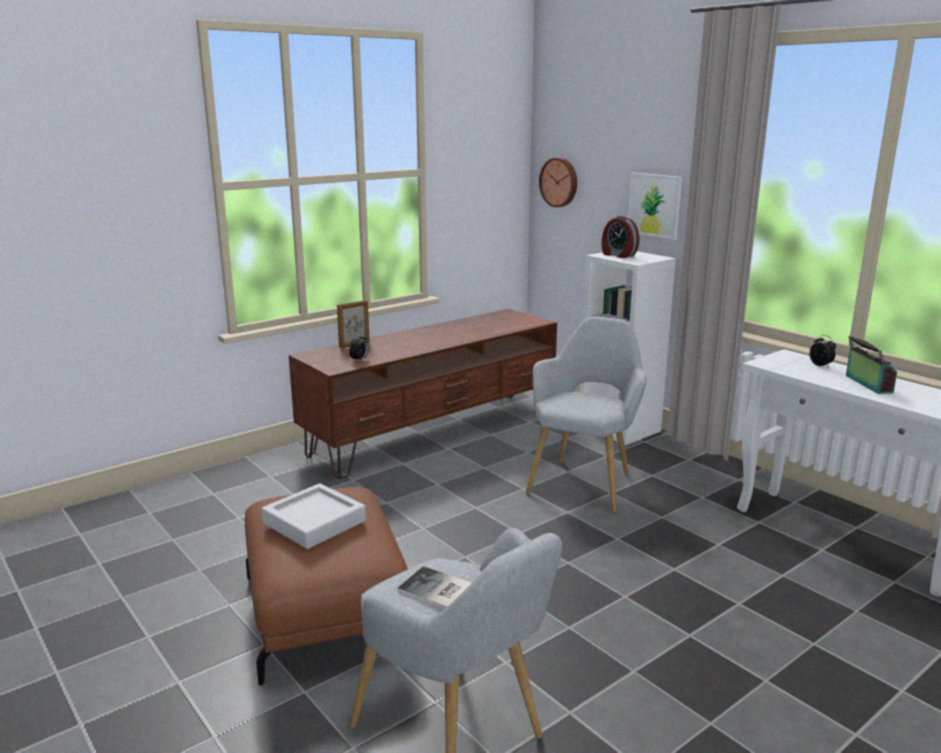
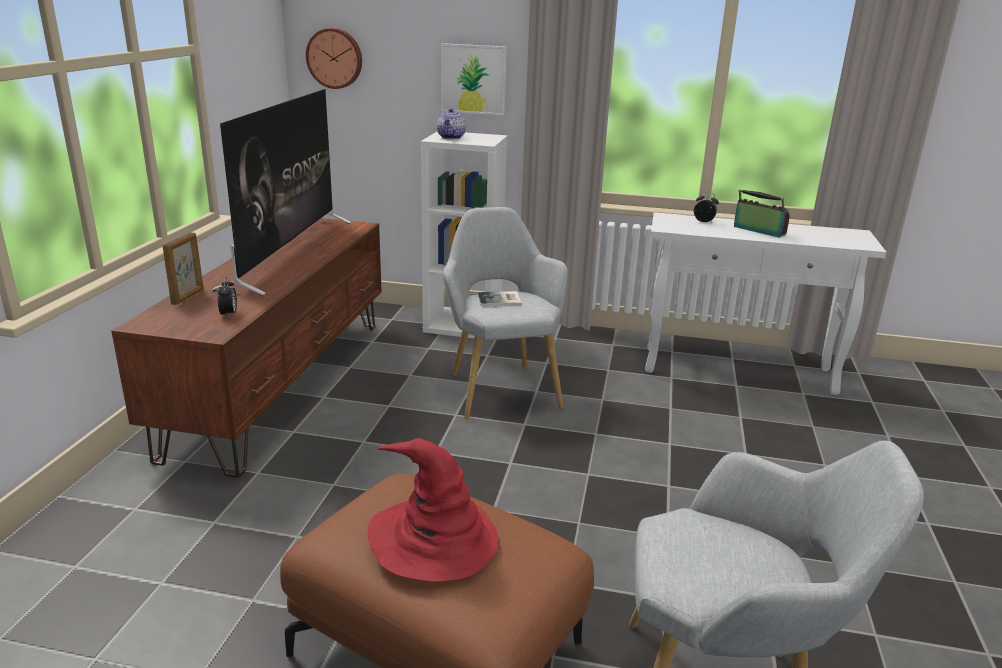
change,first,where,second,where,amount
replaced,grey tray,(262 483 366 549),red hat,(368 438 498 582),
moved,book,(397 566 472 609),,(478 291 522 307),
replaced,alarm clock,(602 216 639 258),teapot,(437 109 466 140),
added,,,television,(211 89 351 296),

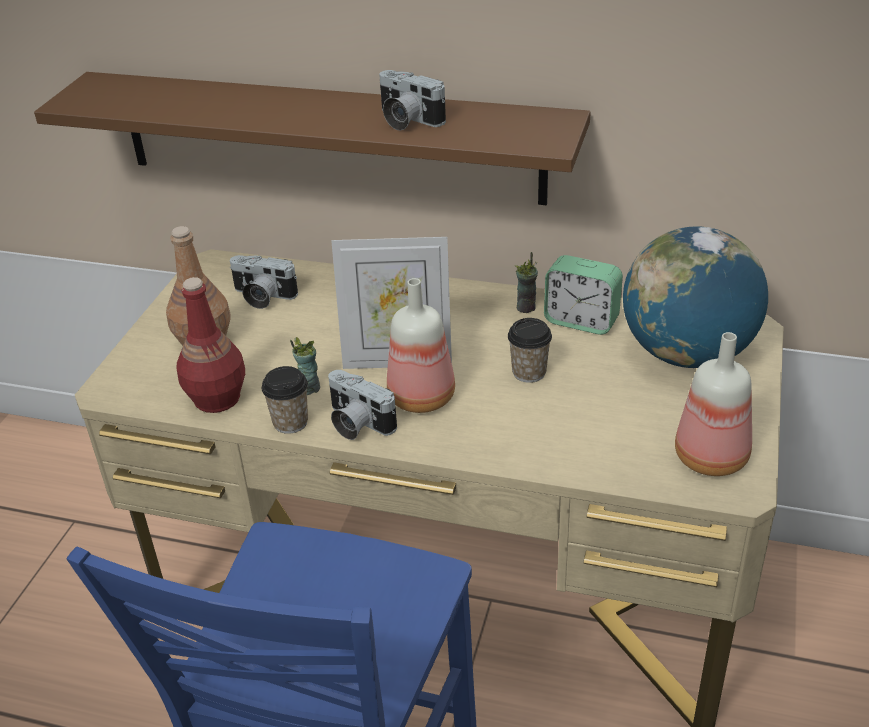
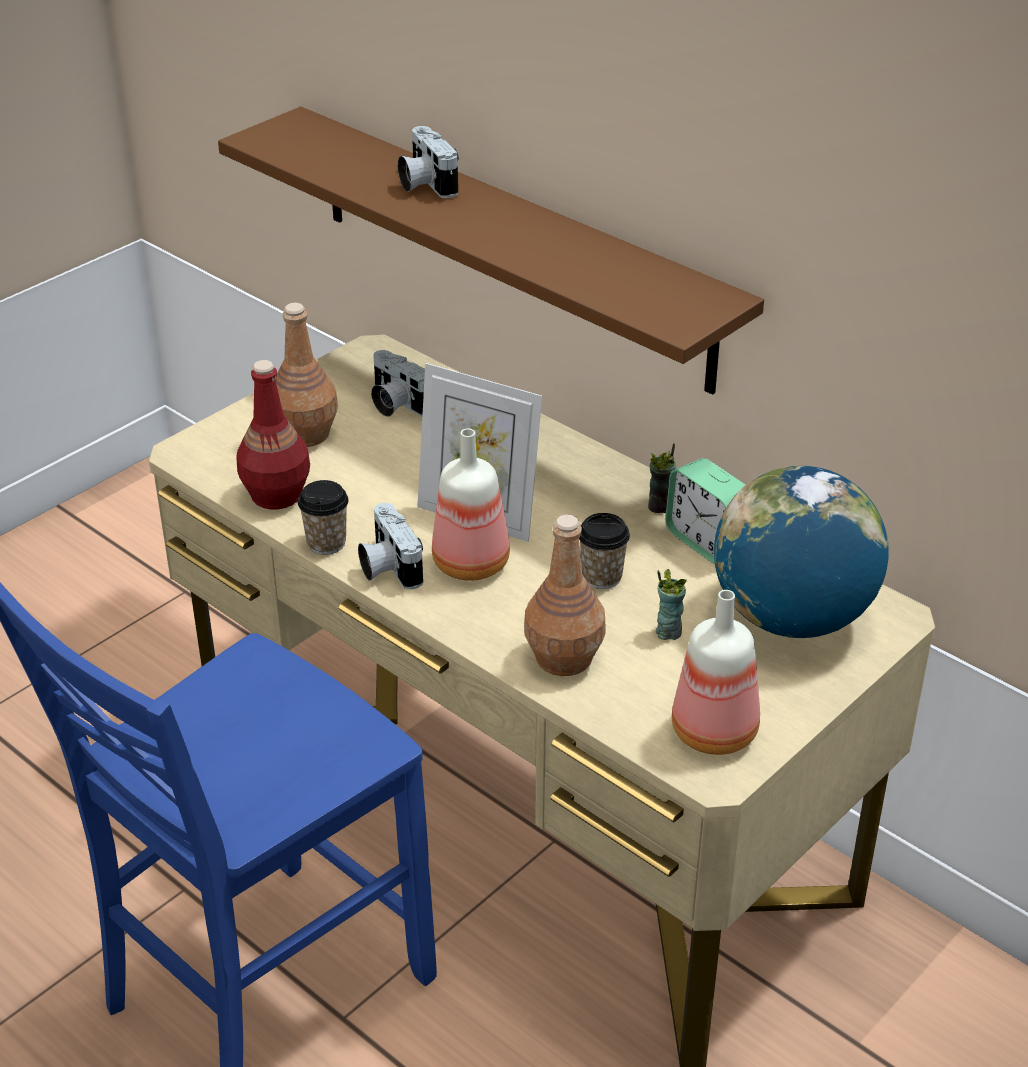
change,first,where,second,where,amount
moved,cup,(290 337 320 395),,(656 569 687 640),
moved,photo camera,(379 70 446 131),,(398 126 459 198),
added,,,brown bottle,(524 514 606 676),

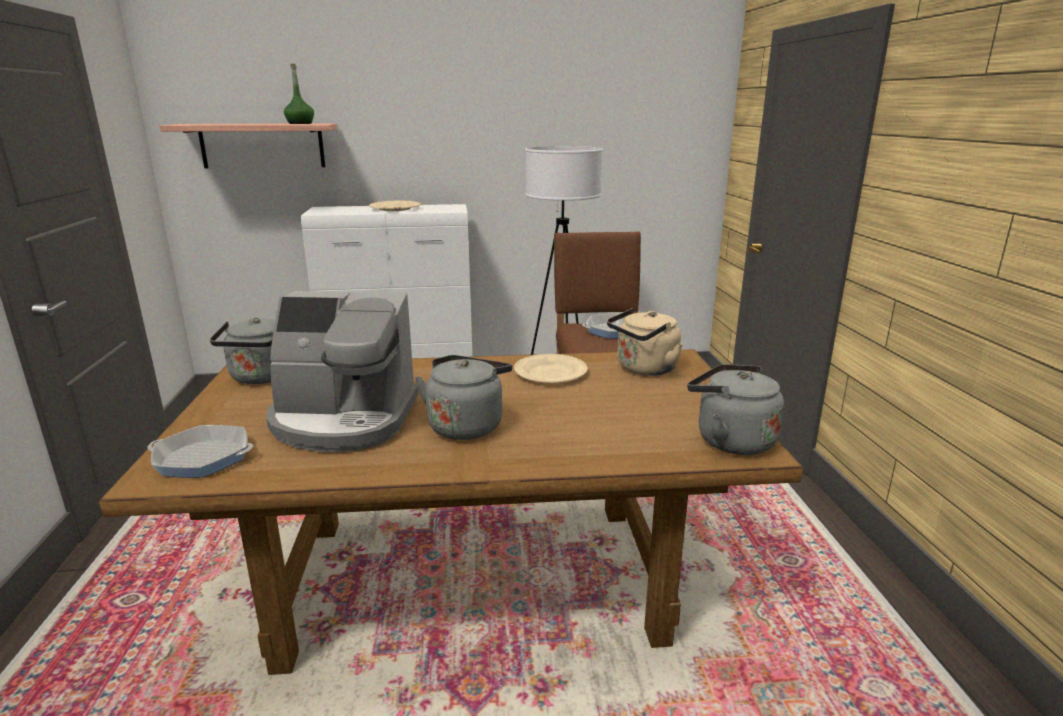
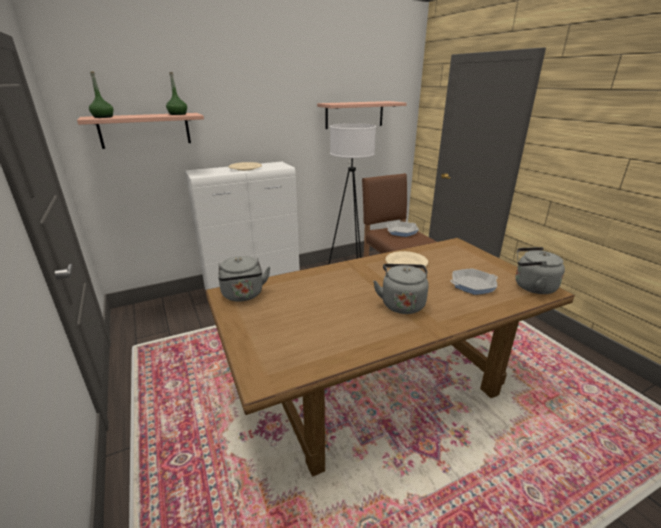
change,first,where,second,where,amount
moved,frying pan,(148 425 253 478),,(450 268 498 295),
removed,coffee machine,(266 291 419 452),,,
removed,beige kettle,(607 308 682 376),,,
added,,,green bottle,(89 71 114 118),
added,,,shelf,(317 101 407 129),

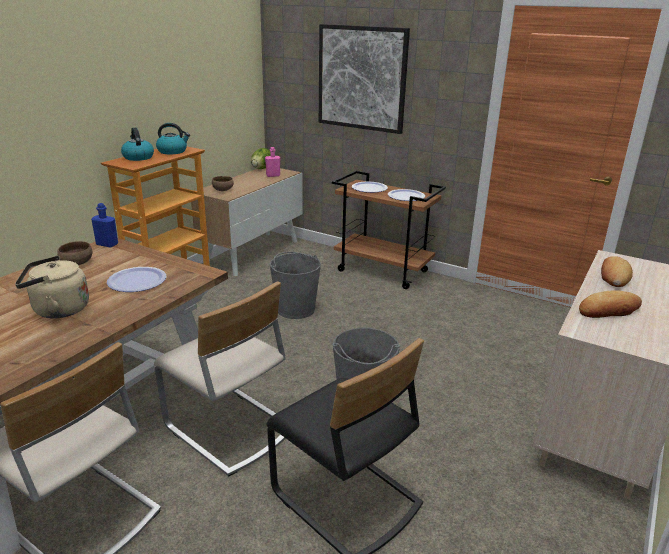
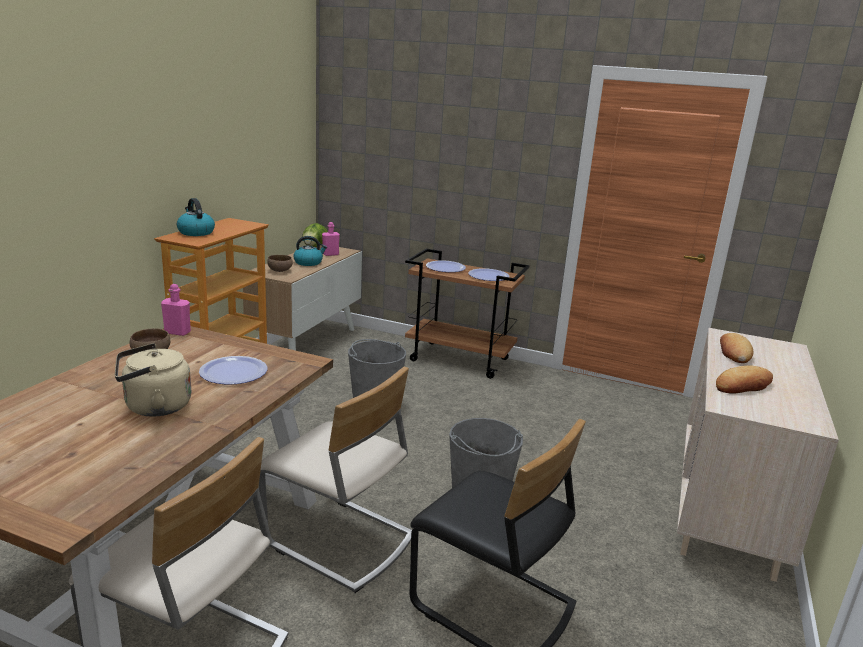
change,first,where,second,where,amount
recoloured,blue bottle,(91 203 118 248),pink bottle,(161 284 191 336),
moved,kettle,(156 123 190 154),,(293 236 327 266),
removed,picture,(319 24 410 134),,,

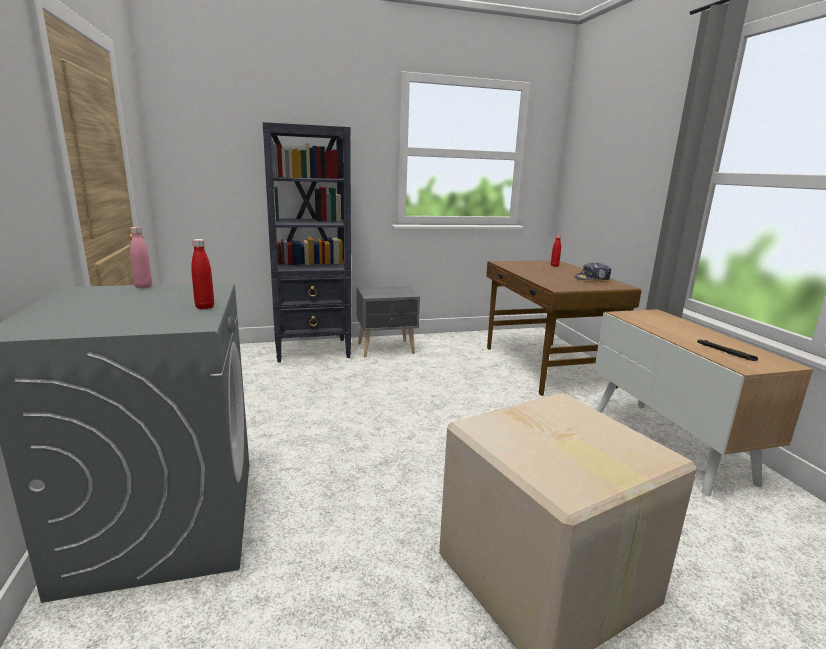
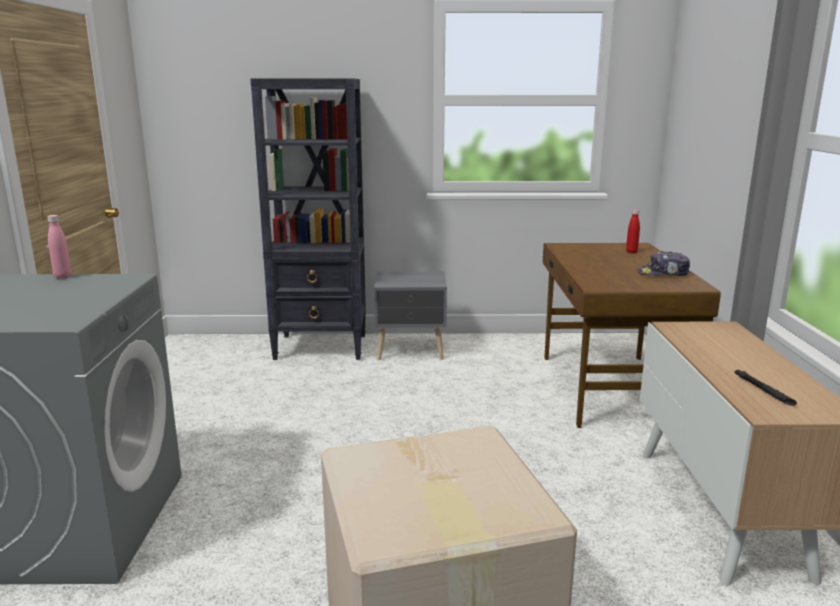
change,first,where,second,where,amount
removed,red bottle,(191 239 214 309),,,

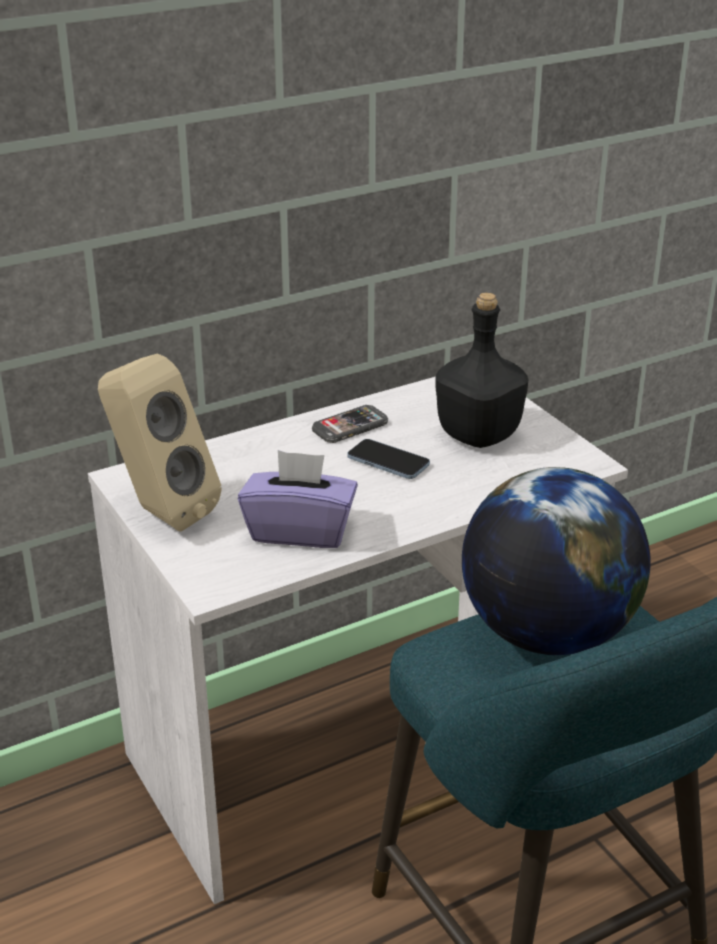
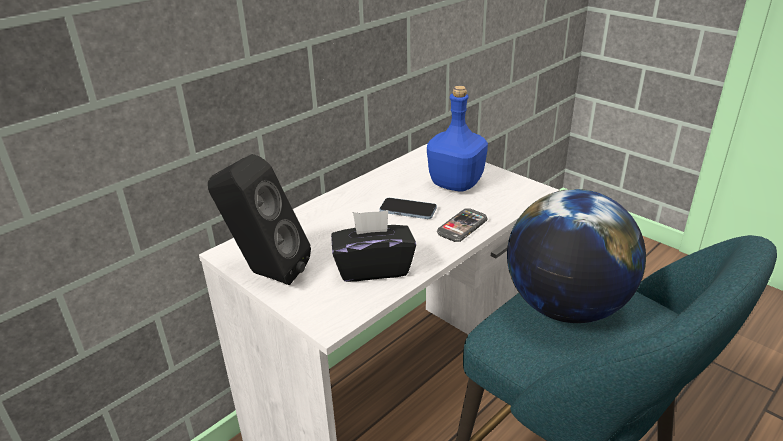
change,first,where,second,where,amount
recoloured,beige speaker,(98 353 222 531),black speaker,(208 154 311 285),
recoloured,purple tissue box,(238 450 358 548),black tissue box,(331 210 416 282),
moved,phone,(312 405 388 443),,(437 208 488 242),
recoloured,black bottle,(435 293 528 448),blue bottle,(427 86 488 191),

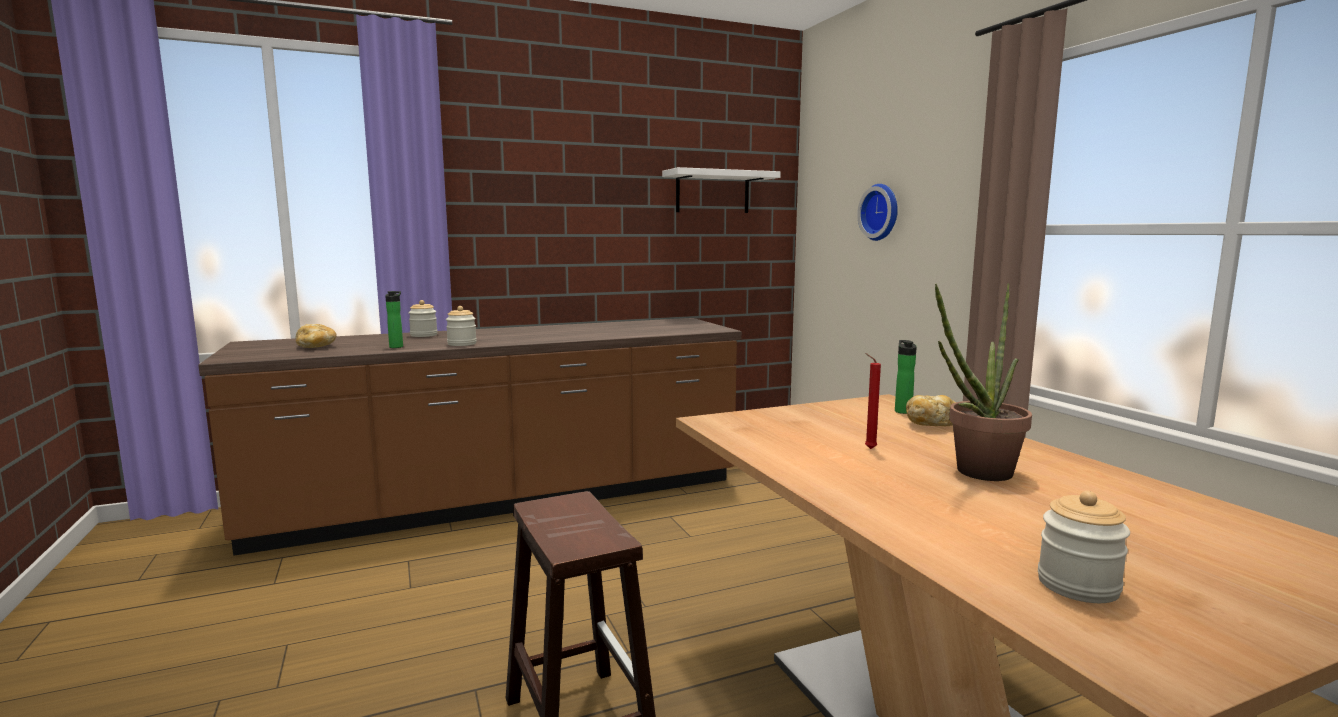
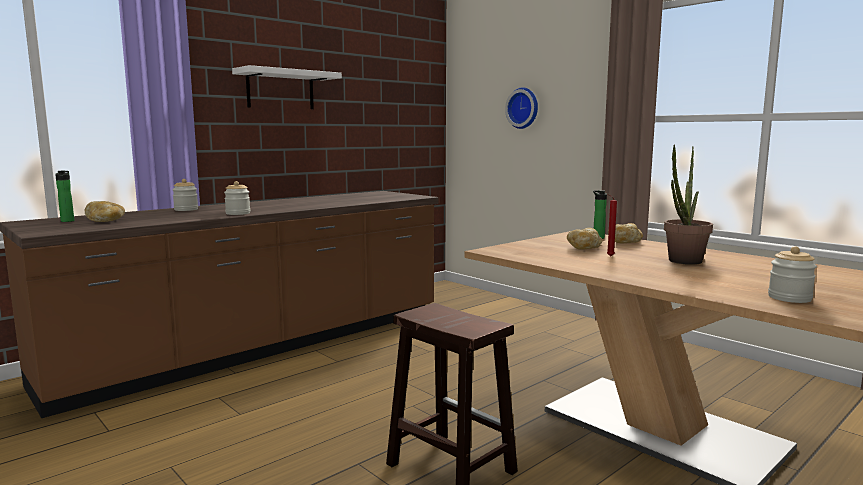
change,first,where,second,where,amount
moved,bottle,(385 291 403 348),,(55 171 74 222),
moved,white shelf,(662 167 781 213),,(232 65 342 109),
added,,,bread,(567 228 602 250),

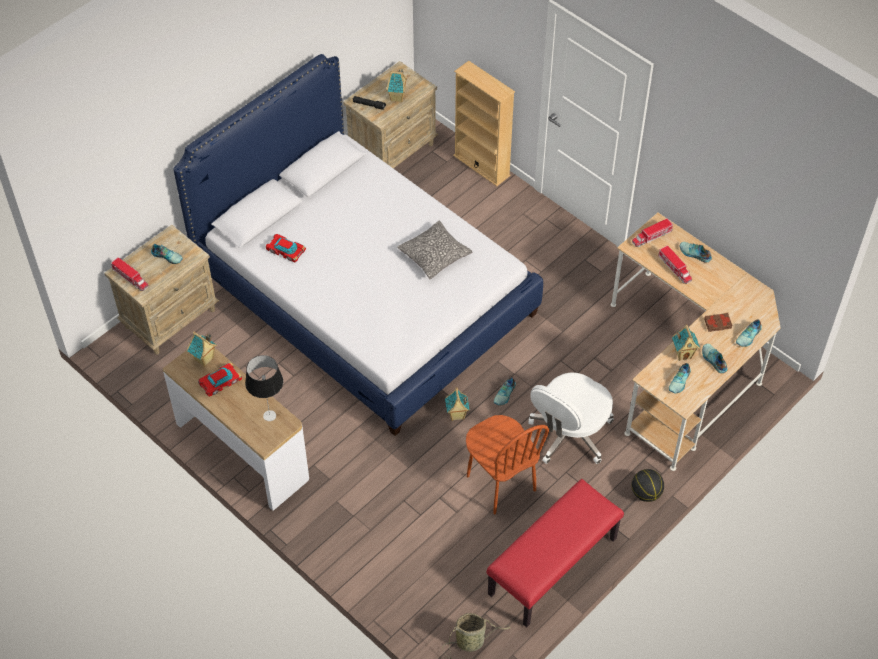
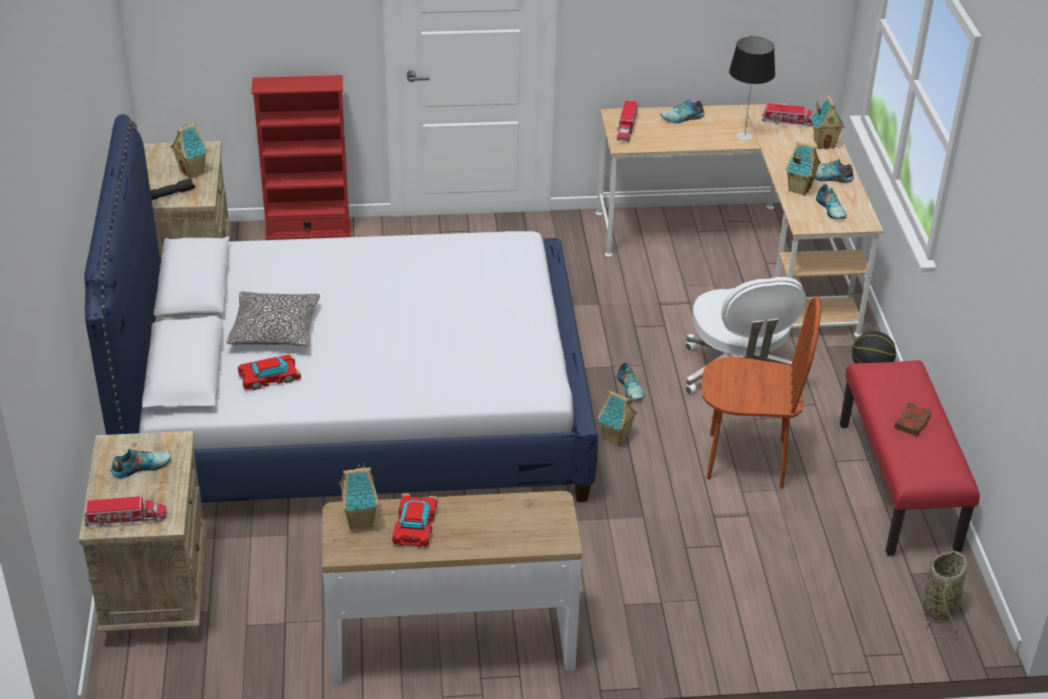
change,first,where,second,where,amount
moved,table lamp,(245 355 283 421),,(729 36 775 140),
moved,pillow,(397 221 473 279),,(226 291 320 347),
recoloured,beige bookcase,(453 61 515 186),red bookcase,(251 75 351 240),
moved,toy truck,(658 245 692 284),,(762 103 814 127),
moved,brown book,(704 313 732 332),,(894 402 931 437),
replaced,shoe,(736 319 762 347),toy house,(810 95 845 149),

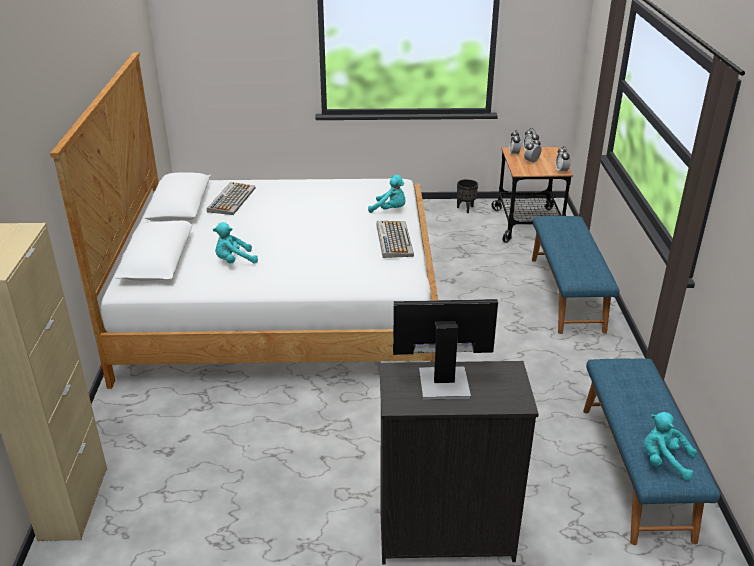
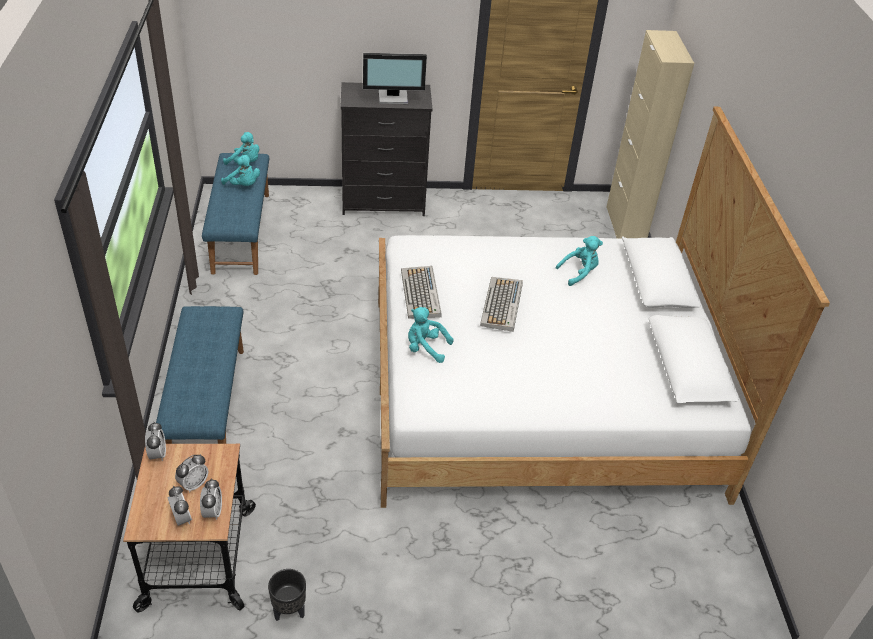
change,first,where,second,where,amount
moved,keyboard,(207 182 255 215),,(480 277 523 332),
added,,,turquoise plush toy,(221 155 260 186),

